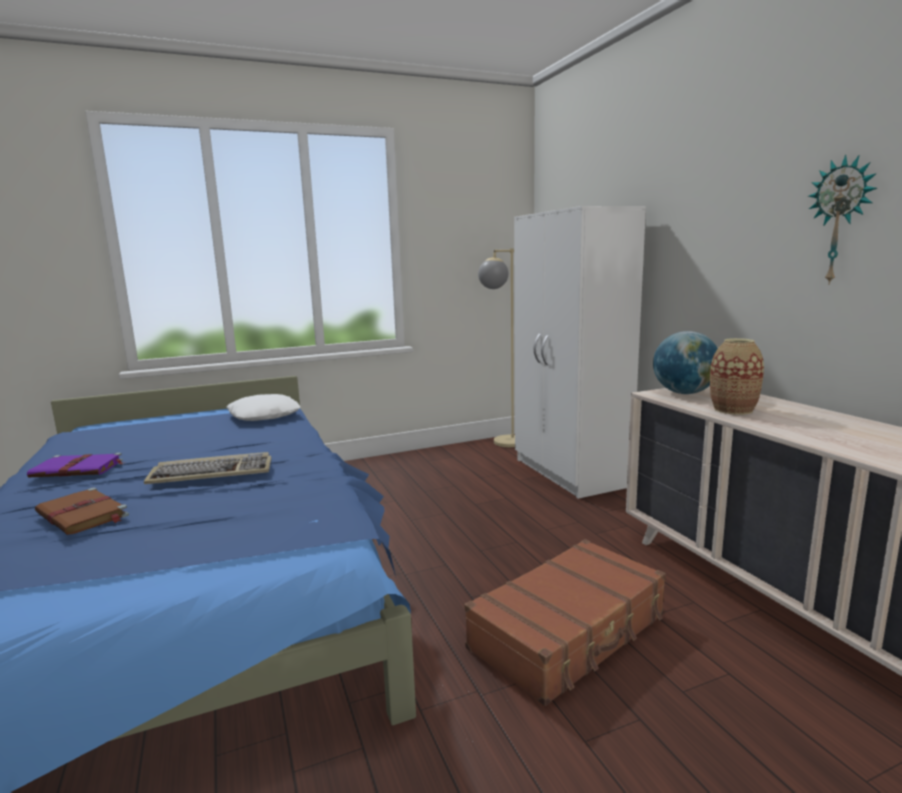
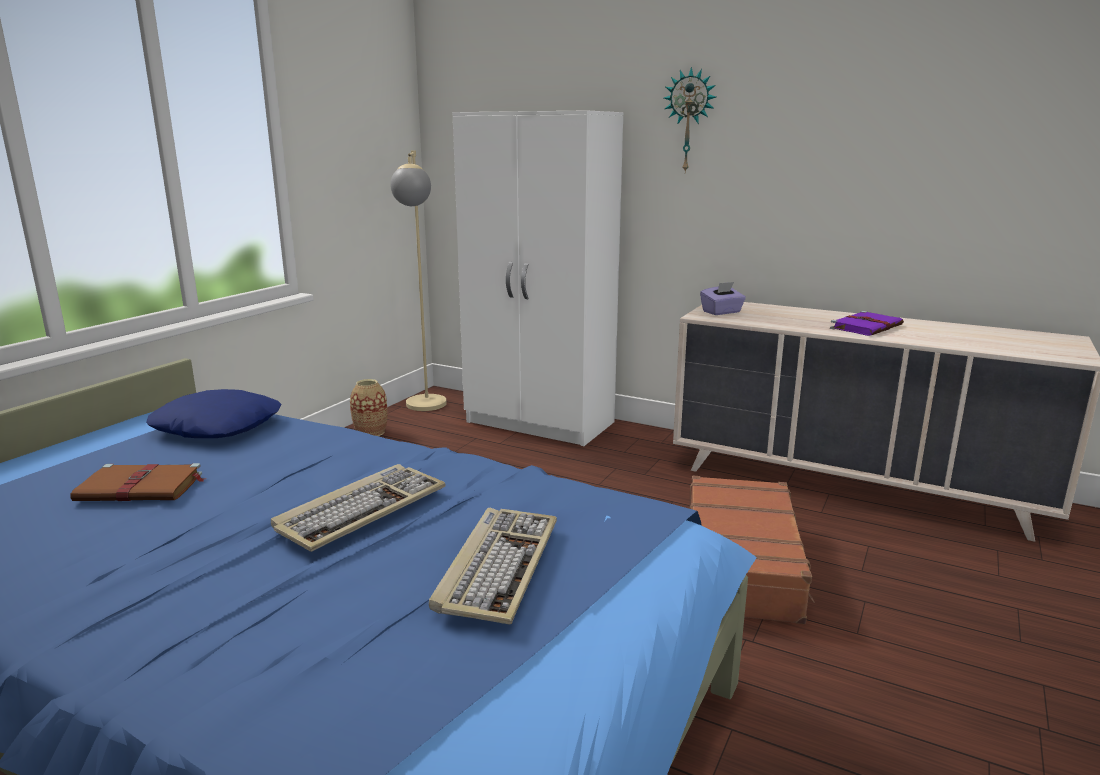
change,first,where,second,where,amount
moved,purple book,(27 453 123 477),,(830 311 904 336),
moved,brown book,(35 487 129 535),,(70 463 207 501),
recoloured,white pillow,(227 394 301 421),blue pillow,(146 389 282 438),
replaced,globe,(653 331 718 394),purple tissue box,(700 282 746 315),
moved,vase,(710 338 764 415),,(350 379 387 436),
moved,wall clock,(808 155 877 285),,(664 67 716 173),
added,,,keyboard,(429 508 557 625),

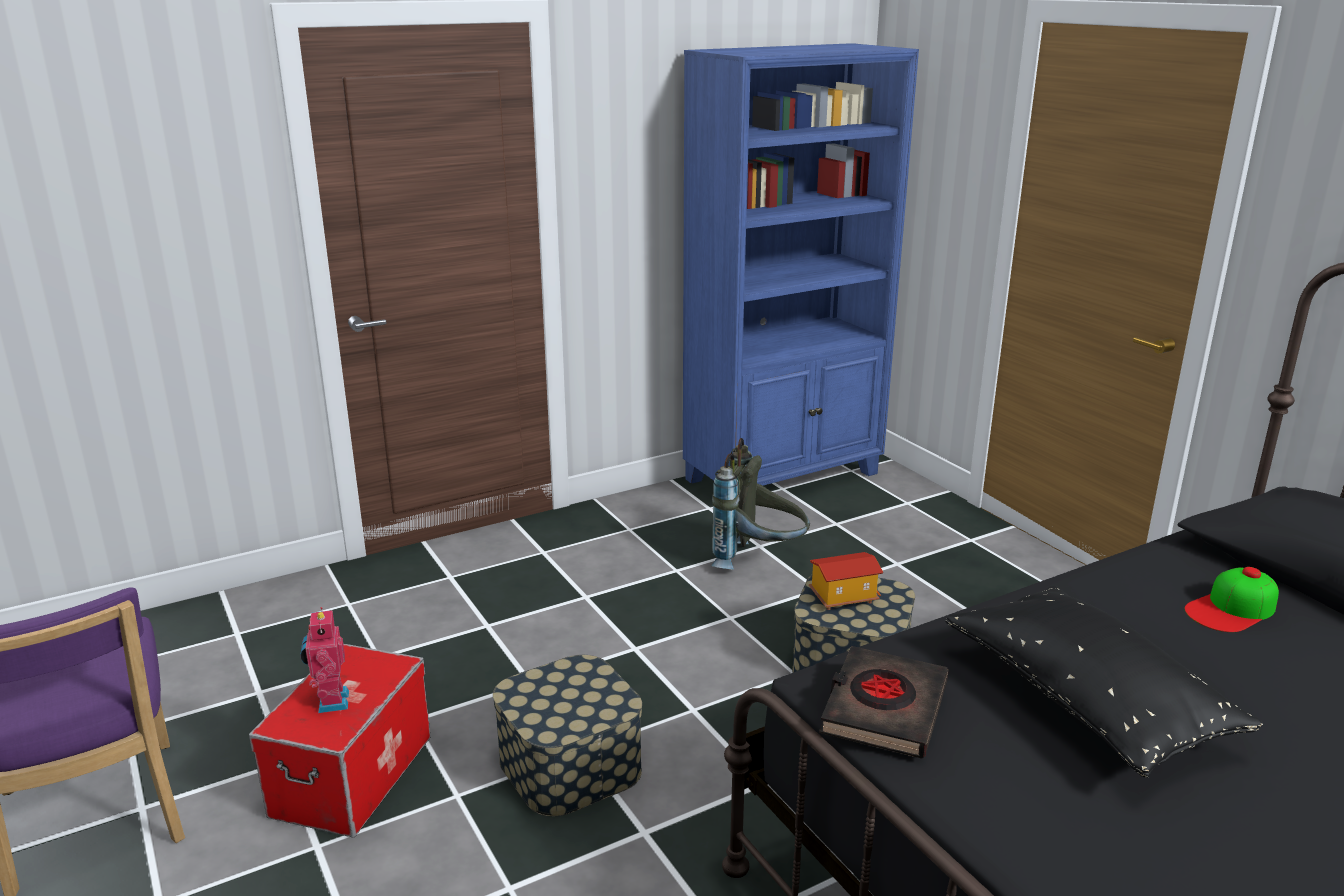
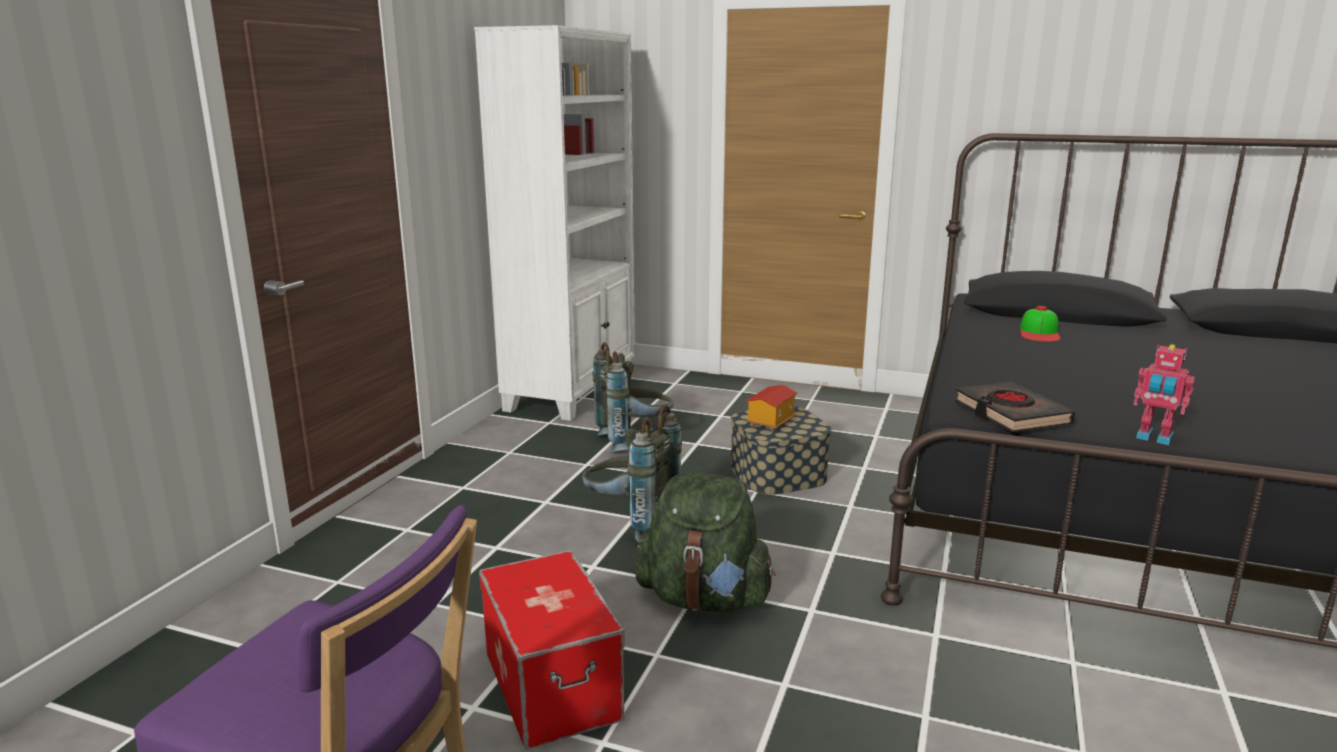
change,first,where,second,where,amount
moved,toy robot,(300 607 349 713),,(1134 344 1195 445),
replaced,storage box,(493 655 642 817),green backpack,(635 472 776 612),
recoloured,blue bookcase,(683 43 919 486),white bookcase,(474 25 635 421),
removed,black pillow,(945 586 1263 778),,,
added,,,grey backpack,(582 405 682 542),

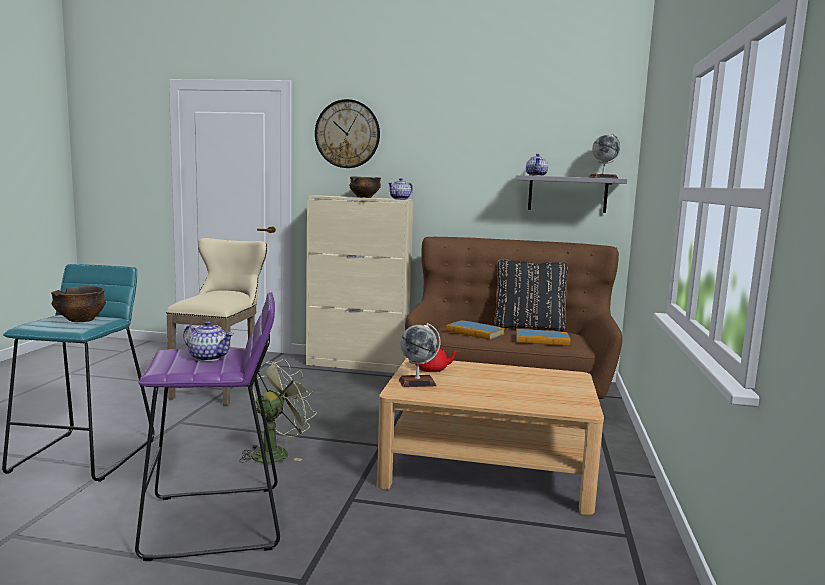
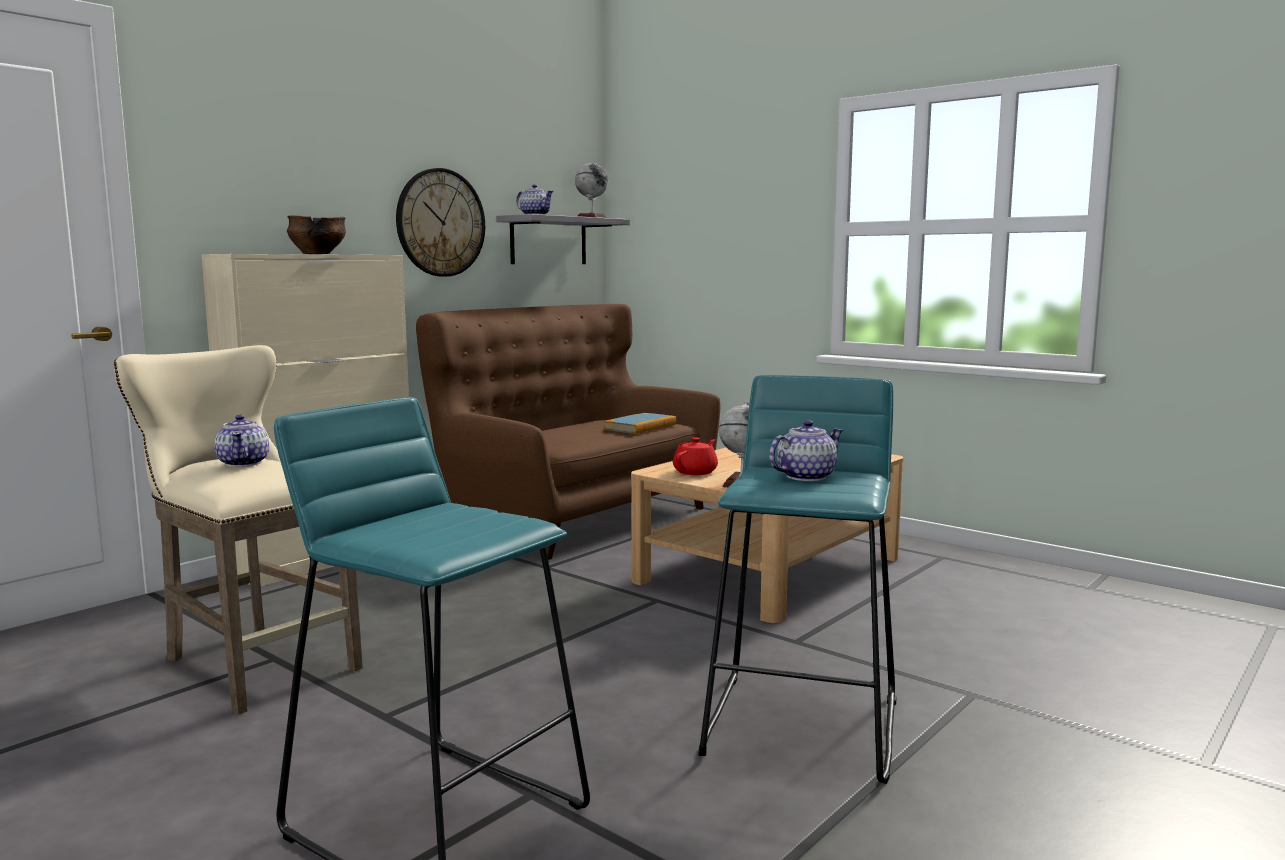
change,first,where,second,where,amount
removed,bowl,(51 286 106 322),,,
recoloured,purple stool,(135 292 280 561),turquoise stool,(698 375 896 784),
removed,green fan,(239 359 316 463),,,
moved,wall clock,(315 99 380 168),,(396 168 485 277),
moved,teapot,(388 178 413 199),,(214 415 269 467),
removed,book,(446 320 505 340),,,
removed,black pillow,(494 259 568 332),,,

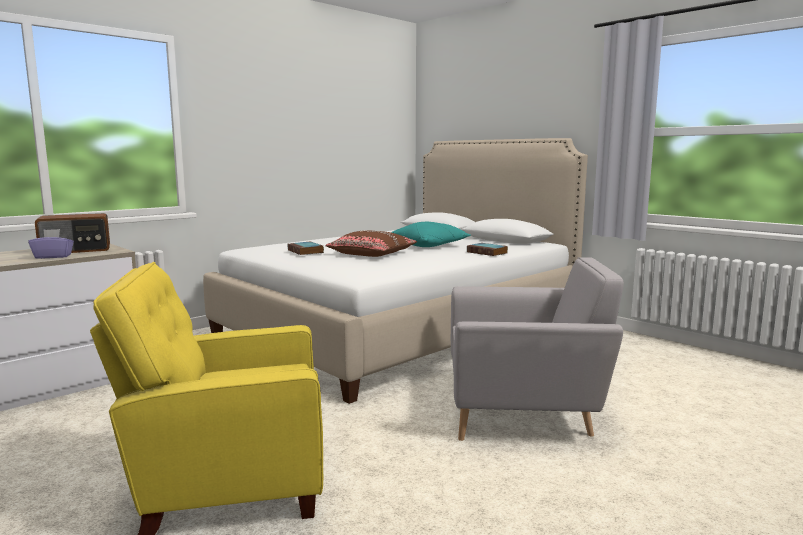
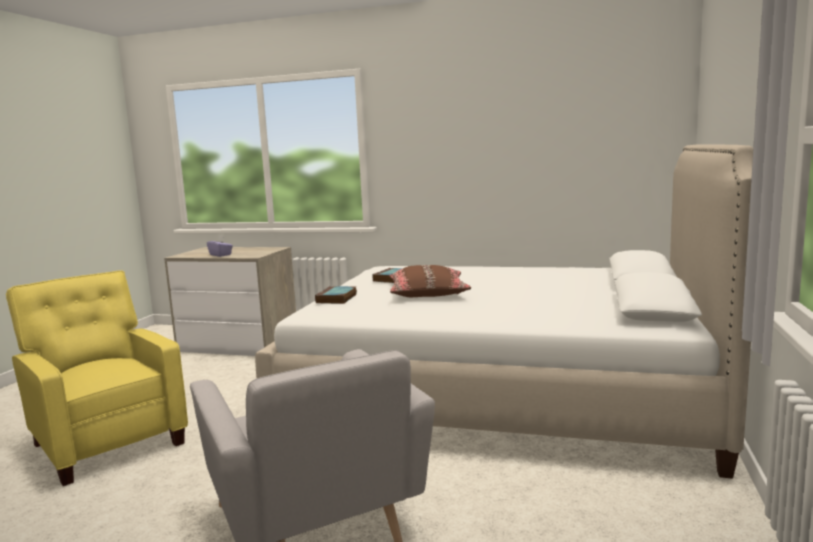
change,first,where,second,where,amount
removed,radio,(35 213 110 253),,,
removed,turquoise pillow,(391 222 471 247),,,
moved,book,(467 243 508 256),,(315 286 357 304),

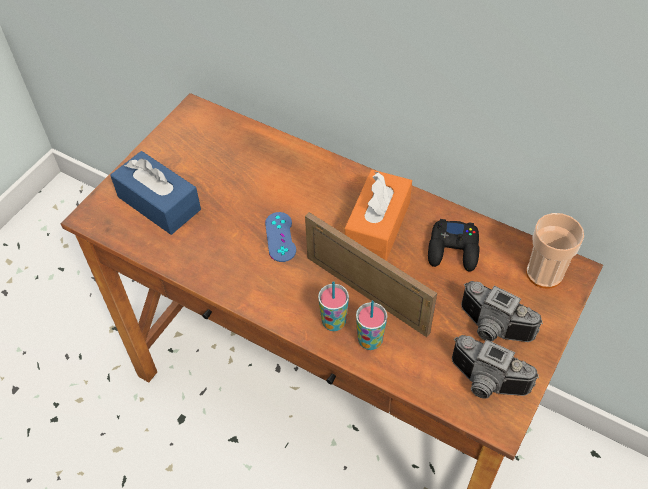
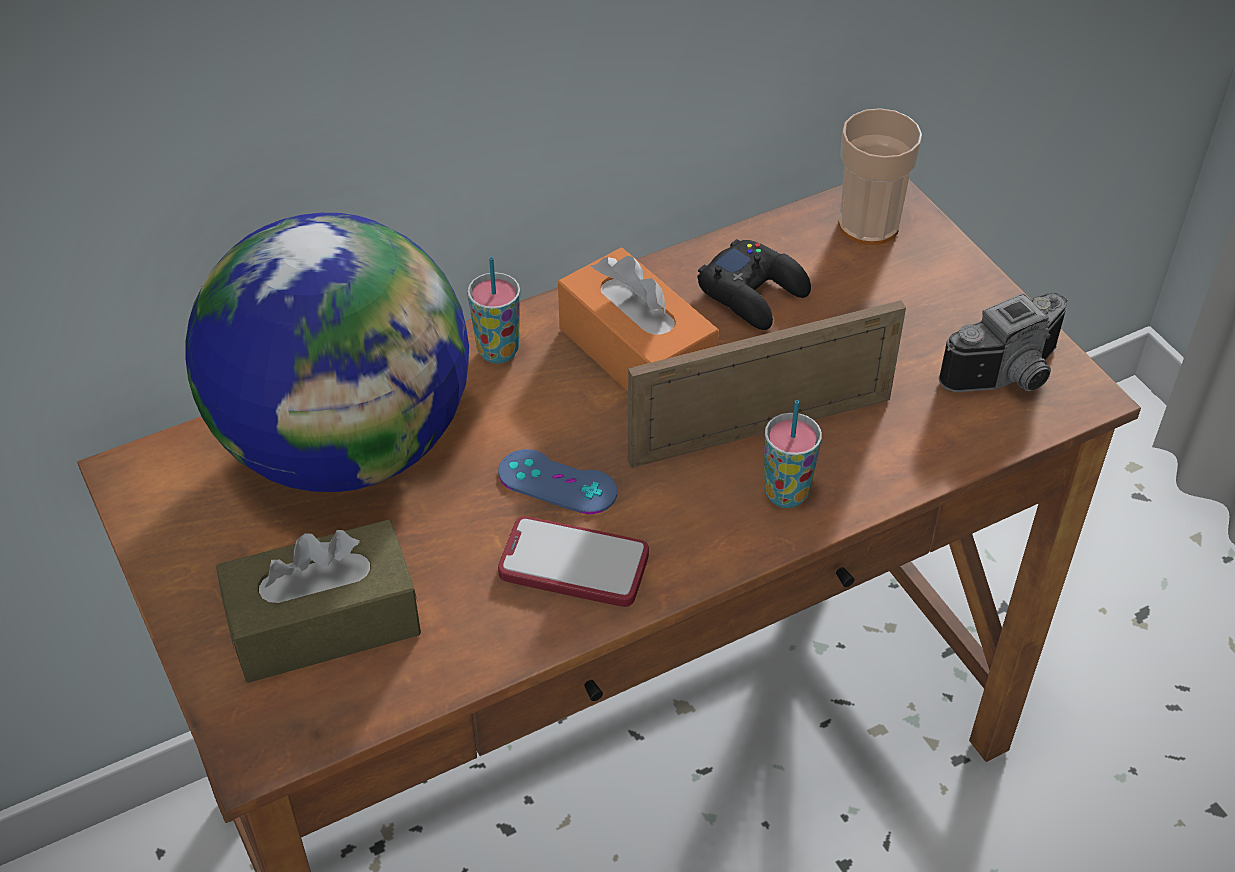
change,first,where,second,where,amount
recoloured,blue tissue box,(110 151 201 235),brown tissue box,(216 519 421 683),
moved,cup,(356 301 387 350),,(467 257 520 364),
removed,photo camera,(461 281 543 342),,,
added,,,globe,(186 213 469 492),
added,,,phone,(498 516 649 607),

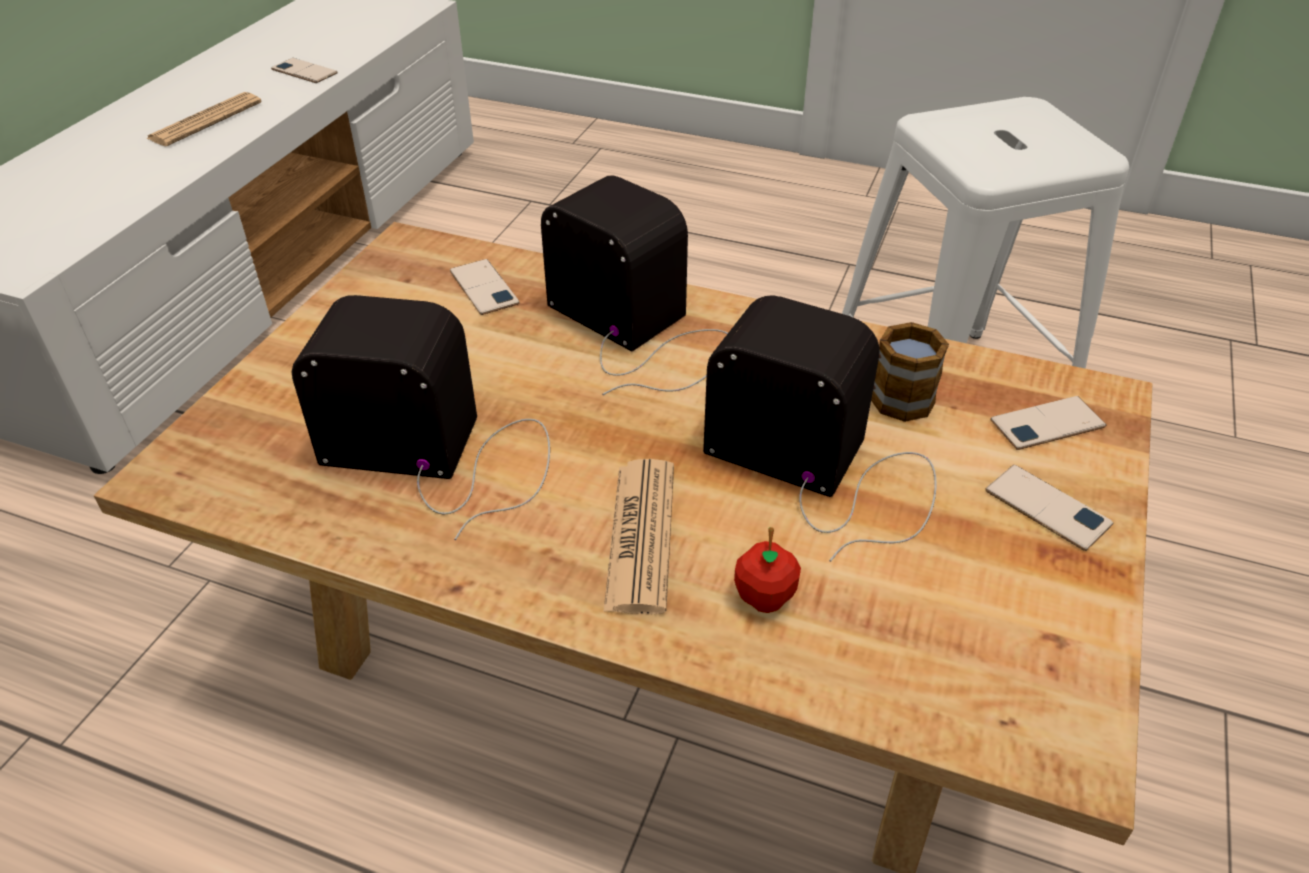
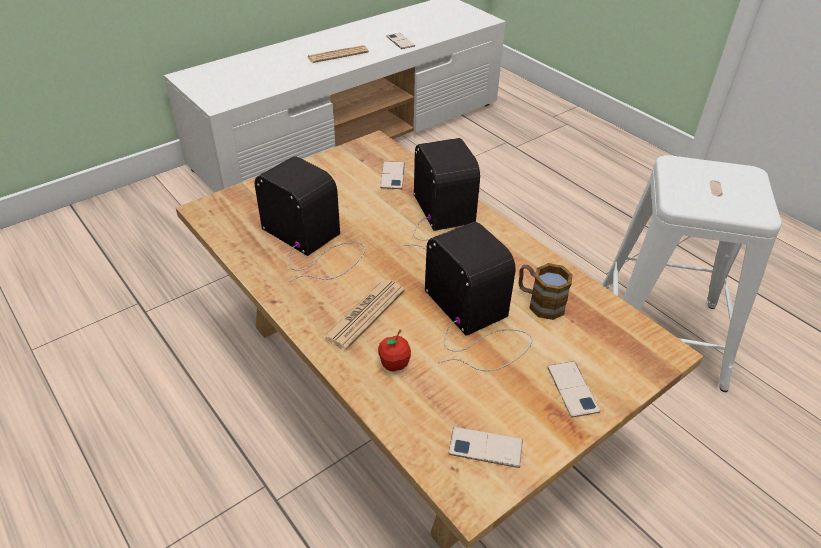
change,first,where,second,where,amount
moved,phone,(990 396 1106 450),,(449 427 523 468),

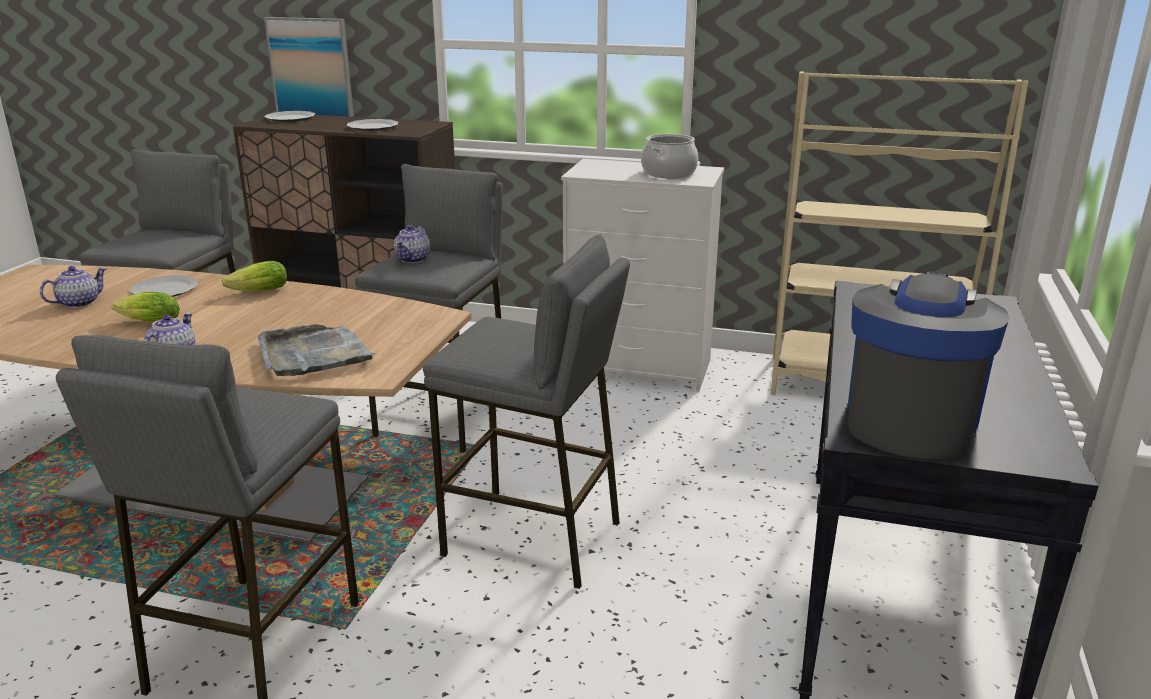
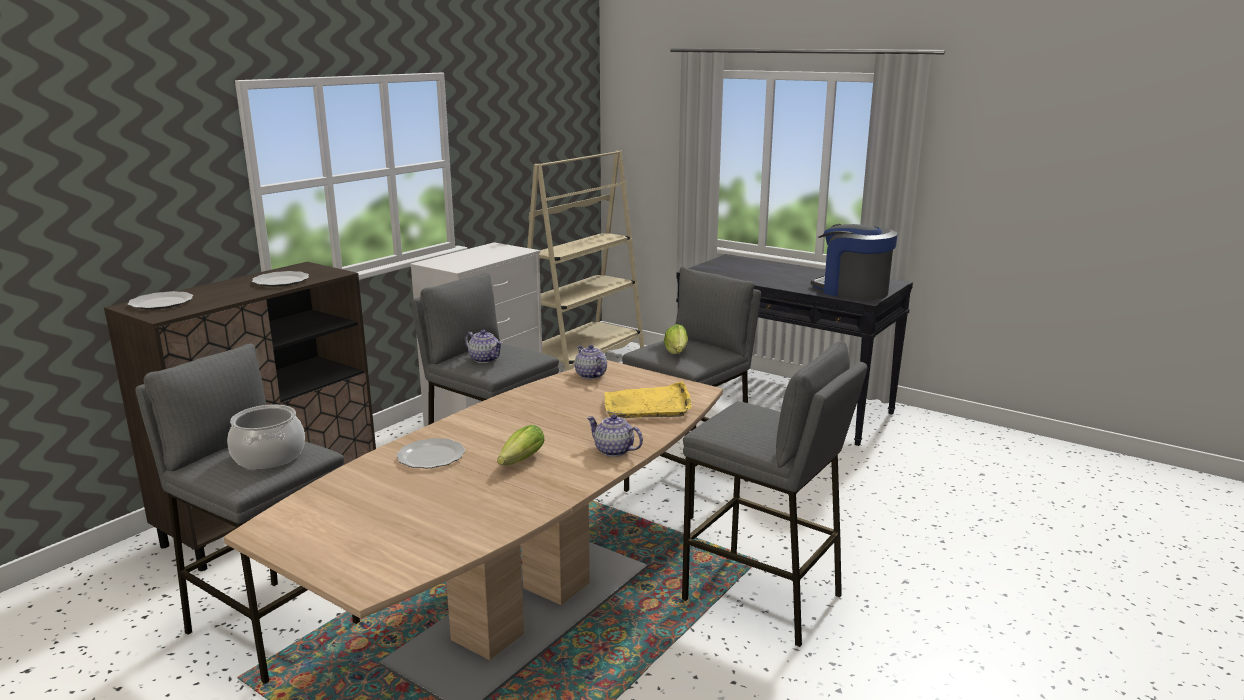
change,first,where,second,where,amount
moved,teapot,(40 266 107 308),,(575 345 607 379),
moved,lettuce,(222 261 287 291),,(664 324 688 354),
recoloured,grey tray,(258 324 376 376),yellow tray,(604 381 692 418),
removed,picture,(264 17 354 117),,,
moved,cooking pot,(641 134 698 178),,(227 405 305 469),

